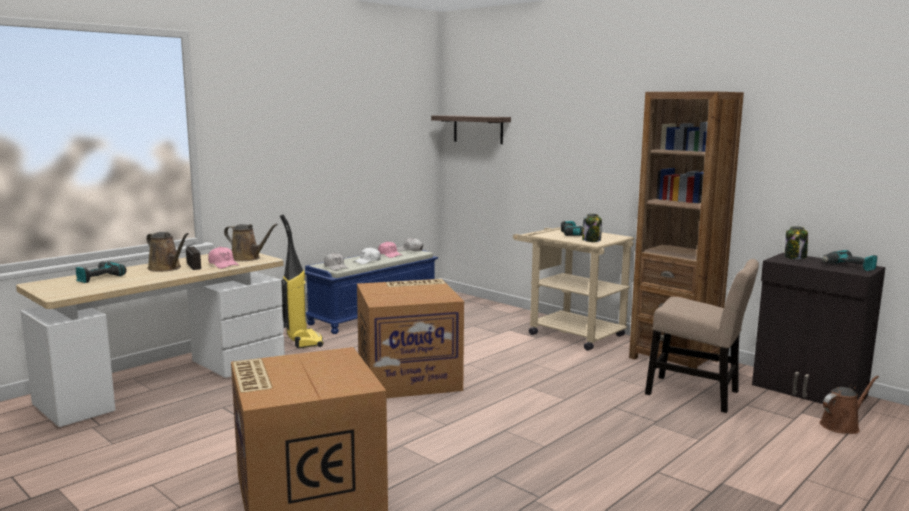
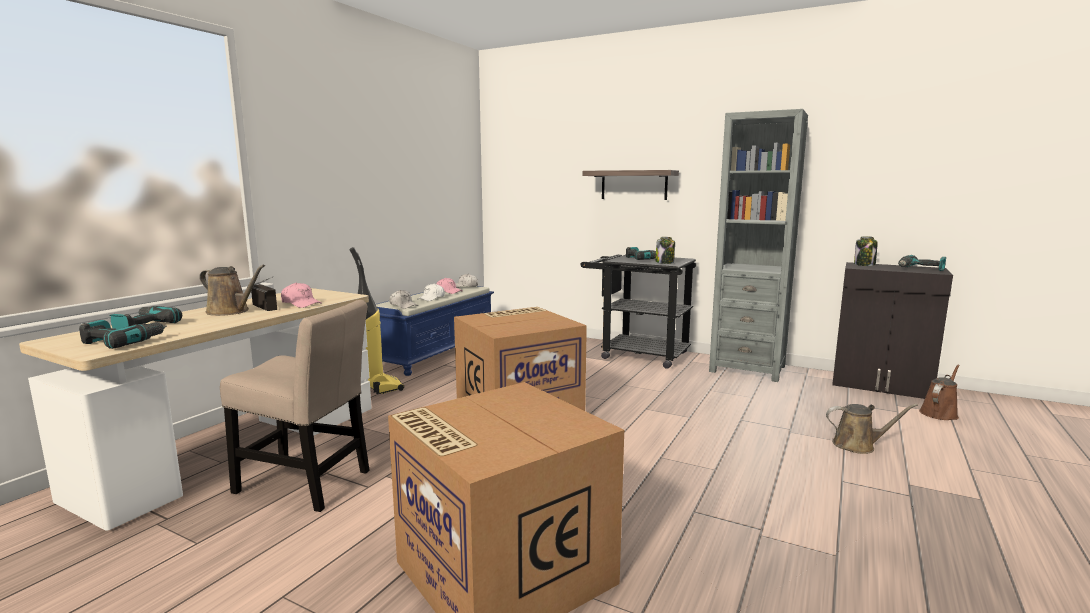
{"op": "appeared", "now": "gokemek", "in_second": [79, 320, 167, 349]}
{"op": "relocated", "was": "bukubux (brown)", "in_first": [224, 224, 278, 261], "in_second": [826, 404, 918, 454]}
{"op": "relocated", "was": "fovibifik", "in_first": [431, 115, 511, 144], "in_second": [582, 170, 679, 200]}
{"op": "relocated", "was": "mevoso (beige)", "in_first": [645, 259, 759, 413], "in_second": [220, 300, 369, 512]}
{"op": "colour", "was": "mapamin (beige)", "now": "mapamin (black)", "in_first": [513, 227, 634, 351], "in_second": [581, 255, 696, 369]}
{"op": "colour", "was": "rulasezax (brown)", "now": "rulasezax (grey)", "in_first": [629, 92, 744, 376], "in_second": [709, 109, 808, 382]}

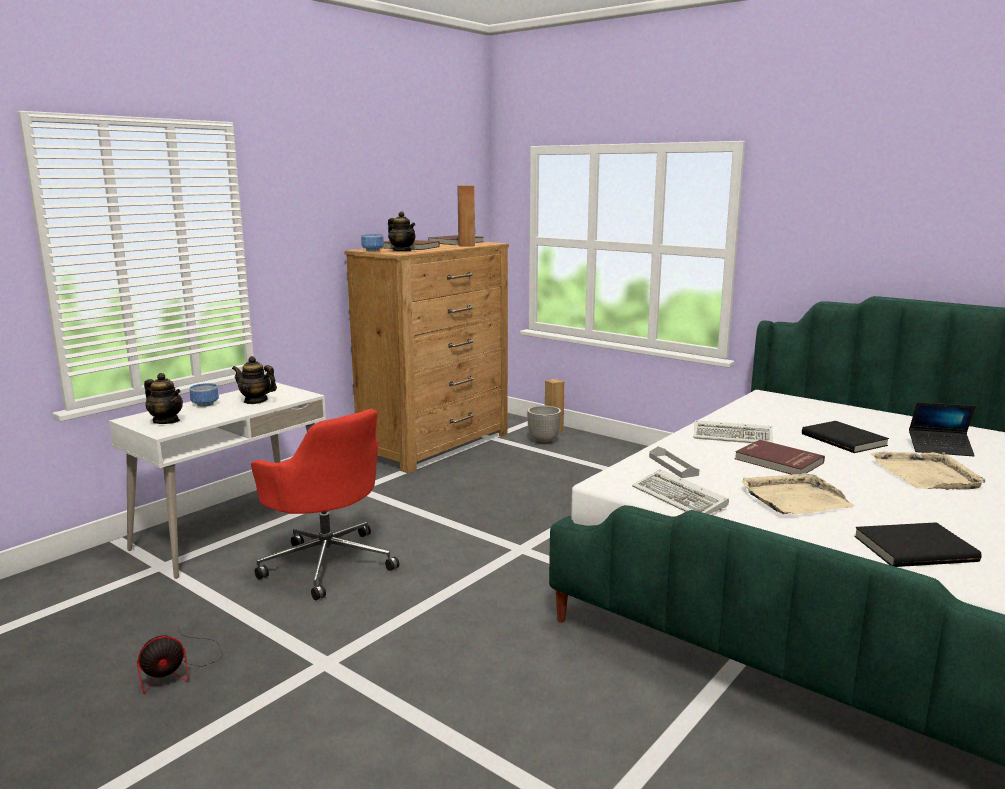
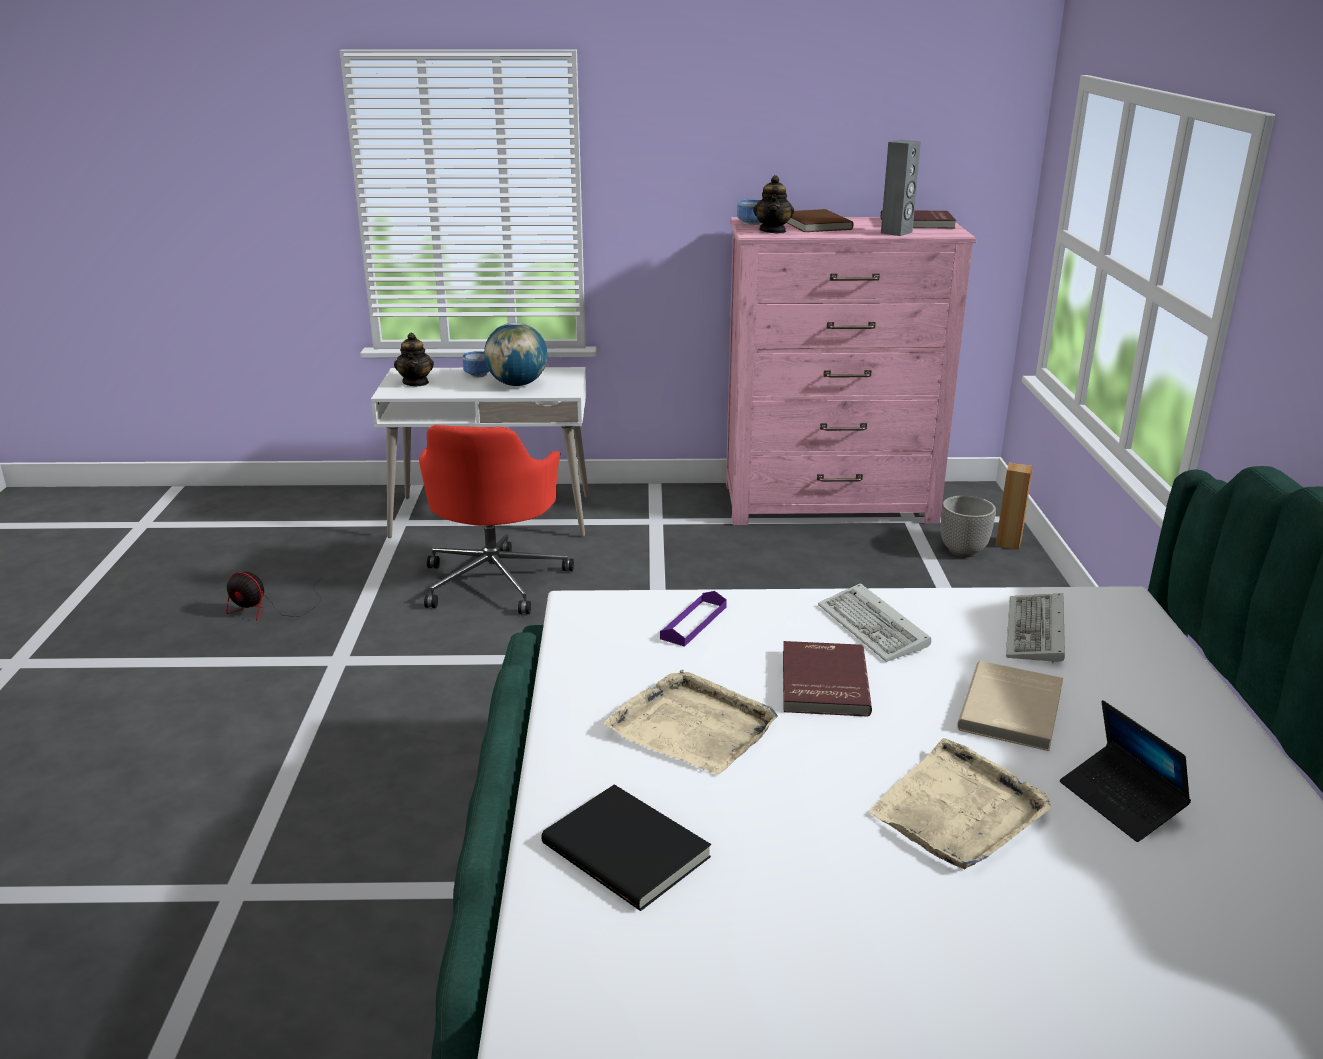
{"op": "relocated", "was": "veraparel", "in_first": [632, 469, 729, 514], "in_second": [1006, 593, 1065, 664]}
{"op": "exchanged", "was": "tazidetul", "now": "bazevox", "in_first": [232, 356, 277, 404], "in_second": [484, 322, 548, 386]}
{"op": "colour", "was": "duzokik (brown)", "now": "duzokik (pink)", "in_first": [344, 242, 509, 474], "in_second": [726, 217, 977, 525]}
{"op": "colour", "was": "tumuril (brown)", "now": "tumuril (grey)", "in_first": [457, 186, 475, 247], "in_second": [881, 140, 921, 236]}
{"op": "colour", "was": "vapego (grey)", "now": "vapego (purple)", "in_first": [649, 446, 699, 478], "in_second": [660, 591, 727, 647]}
{"op": "colour", "was": "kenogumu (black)", "now": "kenogumu (beige)", "in_first": [802, 421, 889, 453], "in_second": [957, 661, 1063, 751]}

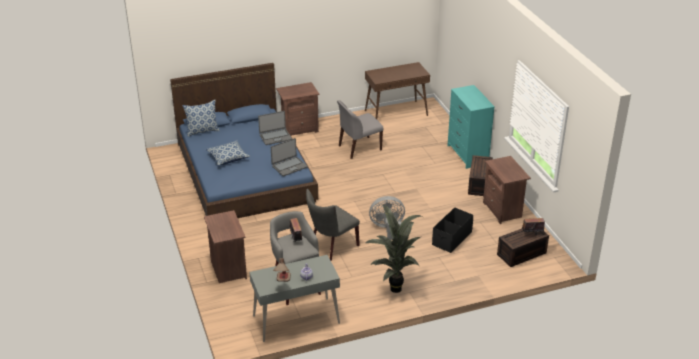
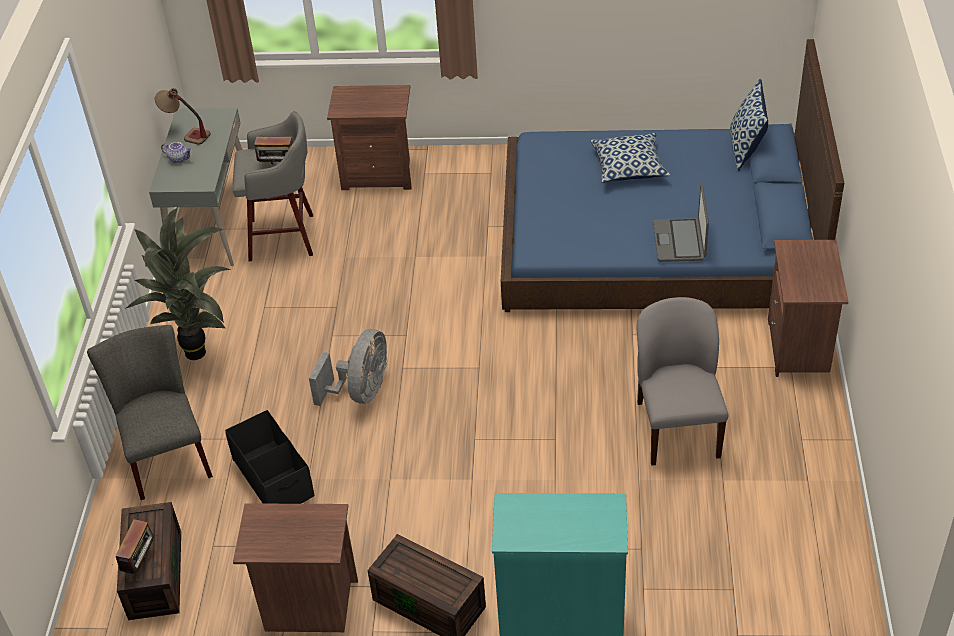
{"op": "missing", "was": "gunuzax", "in_first": [271, 138, 308, 176]}
{"op": "missing", "was": "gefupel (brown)", "in_first": [365, 62, 430, 119]}
{"op": "relocated", "was": "mevoso (grey)", "in_first": [306, 189, 360, 261], "in_second": [87, 325, 213, 500]}

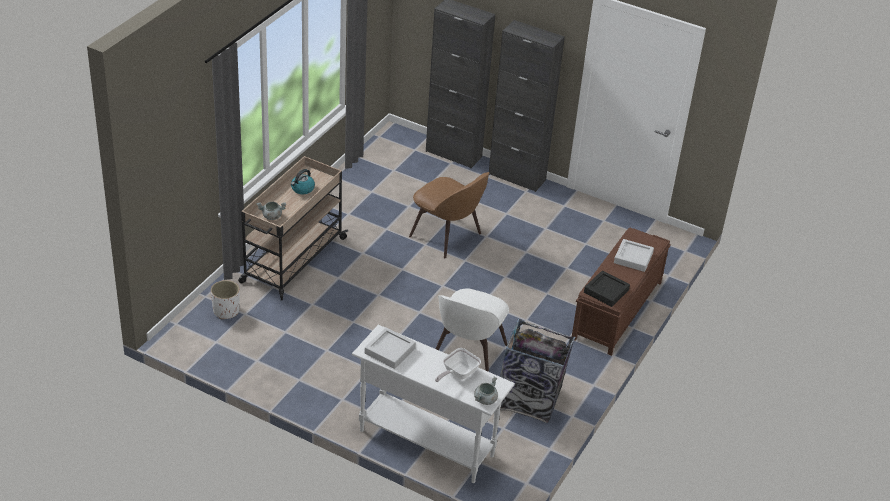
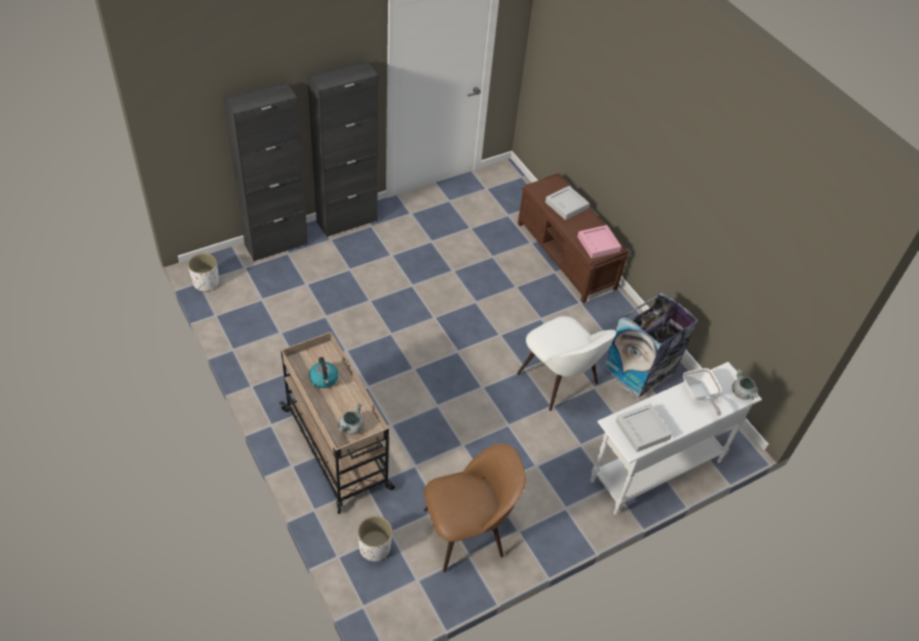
{"op": "appeared", "now": "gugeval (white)", "in_second": [188, 253, 219, 292]}
{"op": "relocated", "was": "mevoso (brown)", "in_first": [409, 172, 490, 258], "in_second": [424, 444, 526, 572]}
{"op": "colour", "was": "vapego (black)", "now": "vapego (pink)", "in_first": [584, 271, 630, 307], "in_second": [577, 225, 621, 259]}

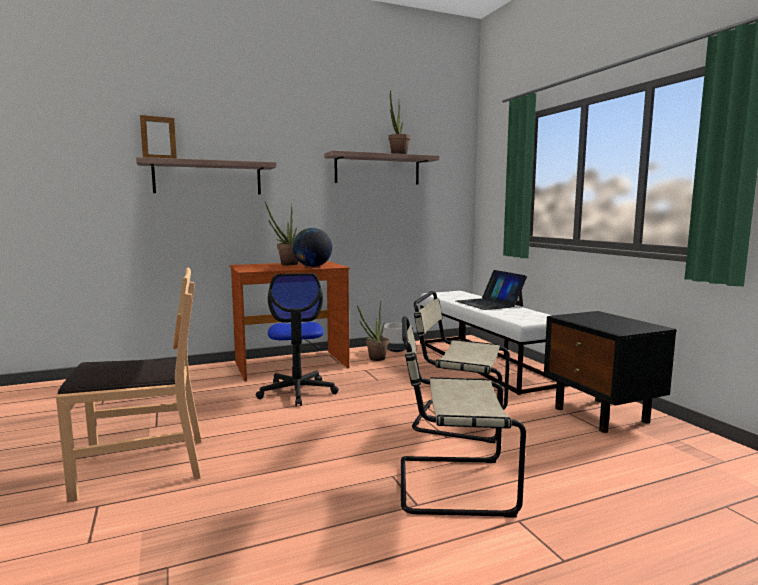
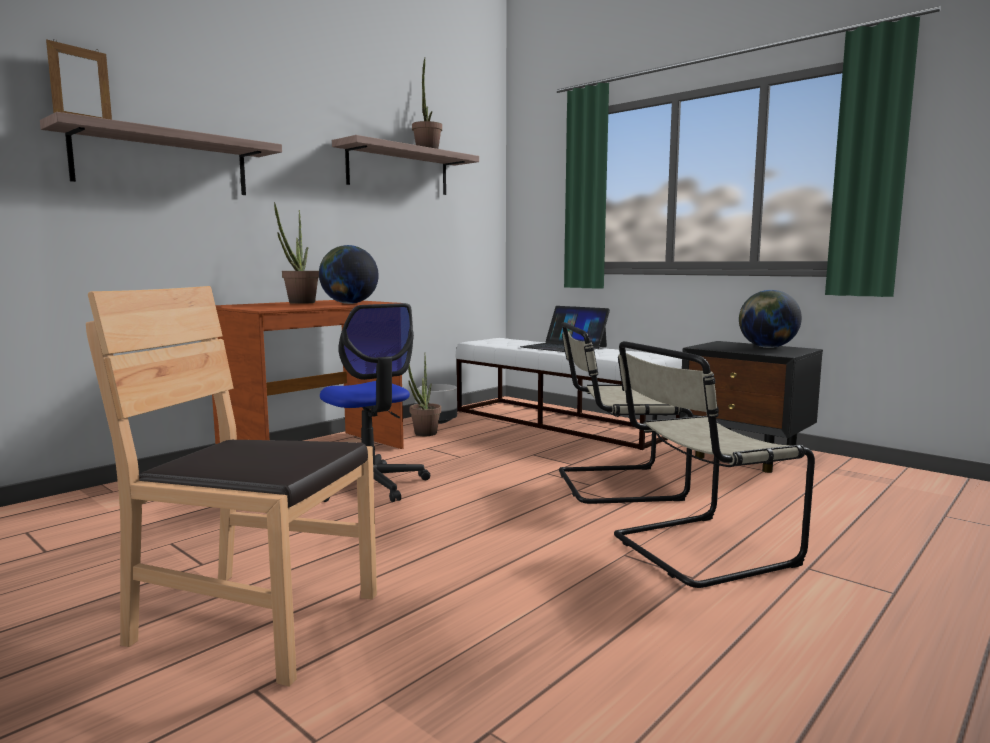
{"op": "appeared", "now": "bazevox", "in_second": [739, 290, 802, 348]}
{"op": "spun", "was": "mevoso (brown)", "in_first": [56, 268, 202, 503], "in_second": [86, 286, 377, 687], "clockwise": -120}

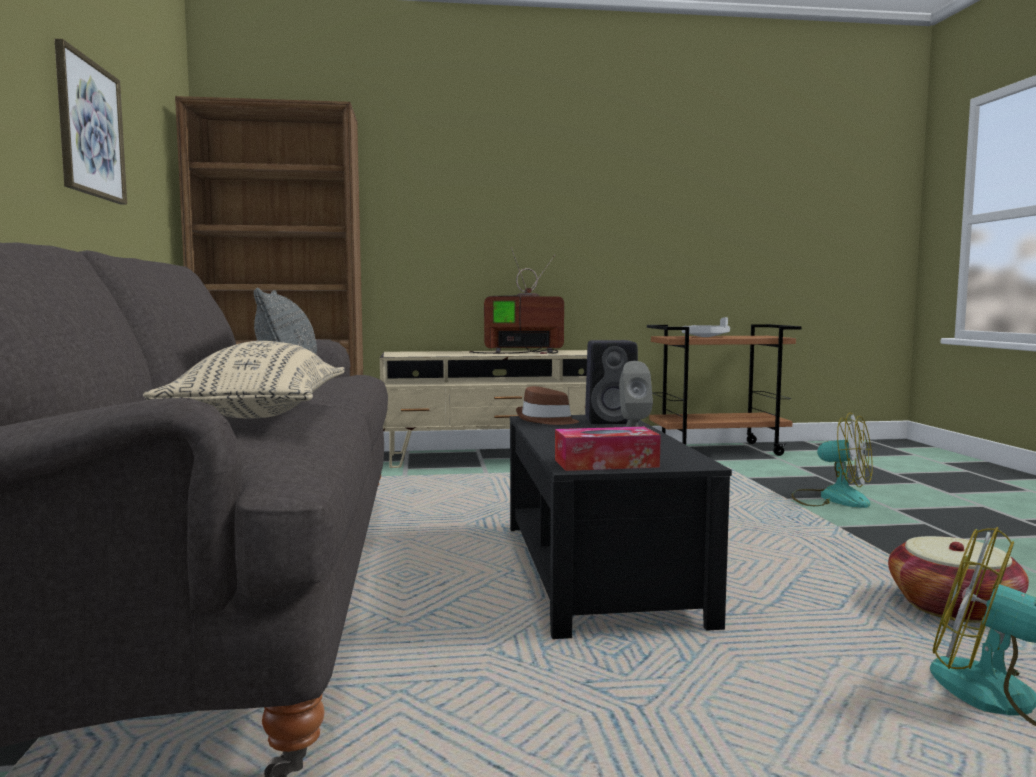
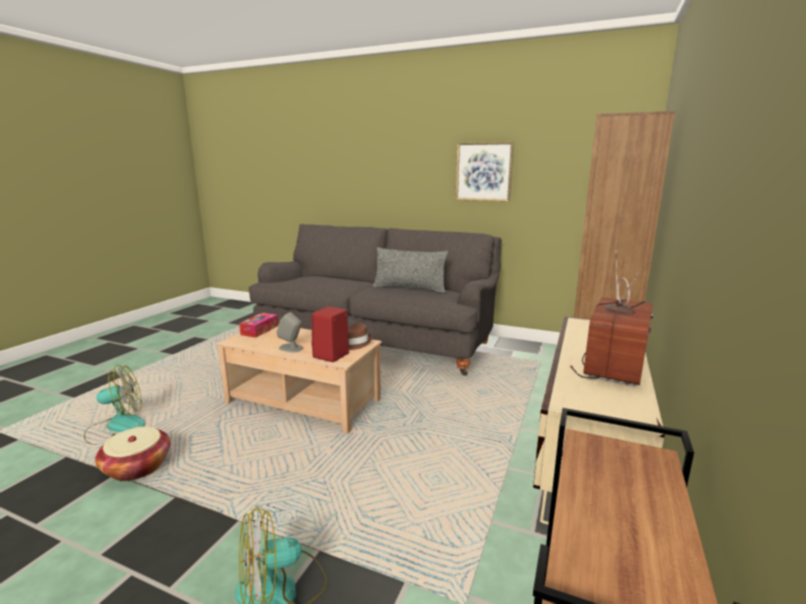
{"op": "missing", "was": "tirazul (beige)", "in_first": [143, 341, 345, 418]}
{"op": "missing", "was": "vapego (grey)", "in_first": [682, 317, 730, 337]}
{"op": "colour", "was": "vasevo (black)", "now": "vasevo (beige)", "in_first": [510, 415, 732, 639], "in_second": [217, 325, 382, 434]}
{"op": "colour", "was": "tumuril (black)", "now": "tumuril (red)", "in_first": [585, 340, 638, 424], "in_second": [311, 306, 349, 362]}

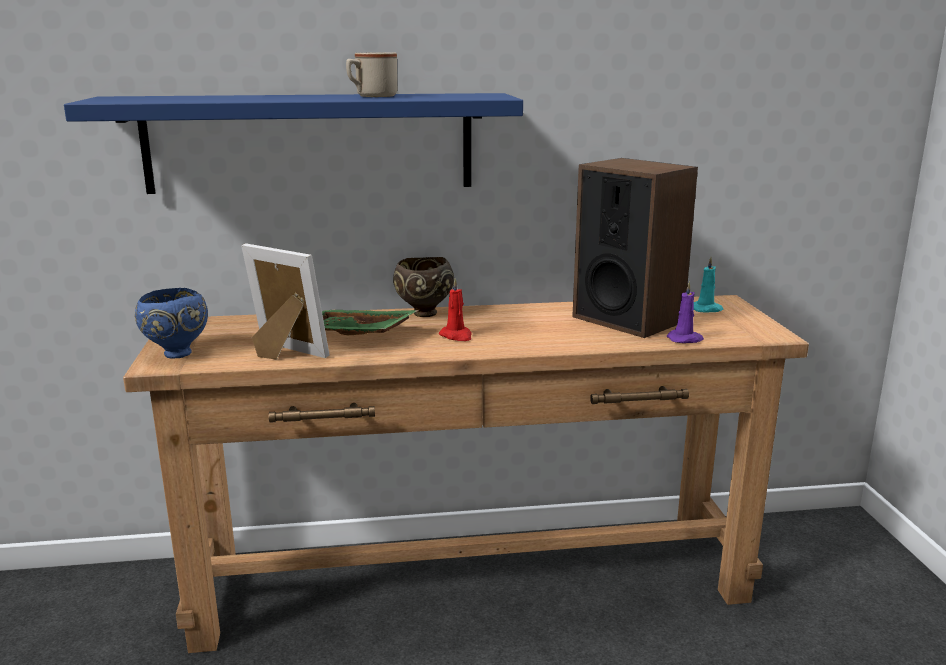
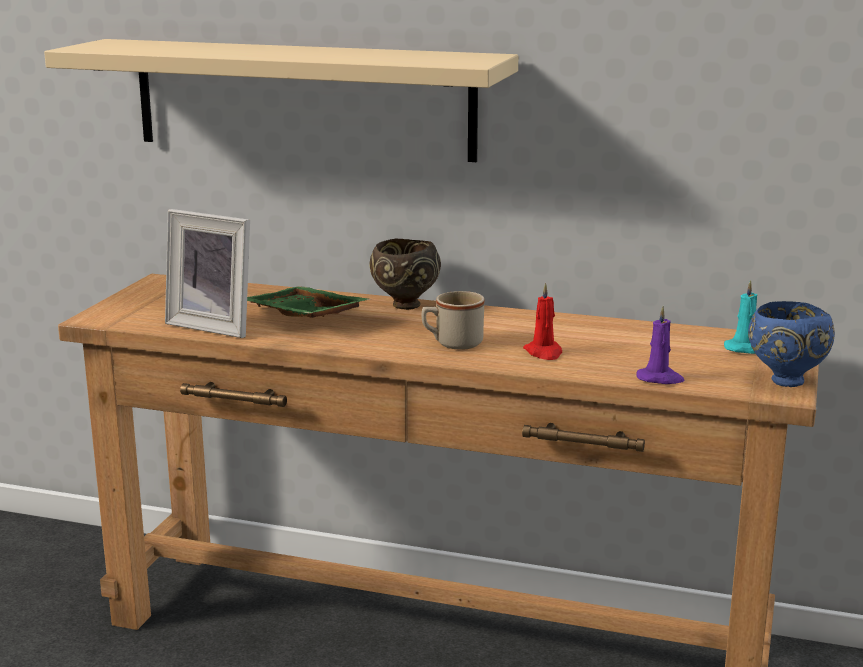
{"op": "missing", "was": "tumuril", "in_first": [572, 158, 698, 338]}
{"op": "relocated", "was": "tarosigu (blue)", "in_first": [135, 288, 208, 359], "in_second": [748, 301, 835, 387]}
{"op": "relocated", "was": "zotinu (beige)", "in_first": [346, 52, 397, 97], "in_second": [422, 291, 484, 350]}
{"op": "relocated", "was": "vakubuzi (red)", "in_first": [439, 278, 472, 341], "in_second": [523, 283, 562, 360]}
{"op": "colour", "was": "fovibifik (blue)", "now": "fovibifik (beige)", "in_first": [64, 93, 523, 194], "in_second": [44, 39, 518, 162]}
{"op": "spun", "was": "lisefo", "in_first": [241, 243, 329, 360], "in_second": [165, 209, 250, 338], "clockwise": 150}

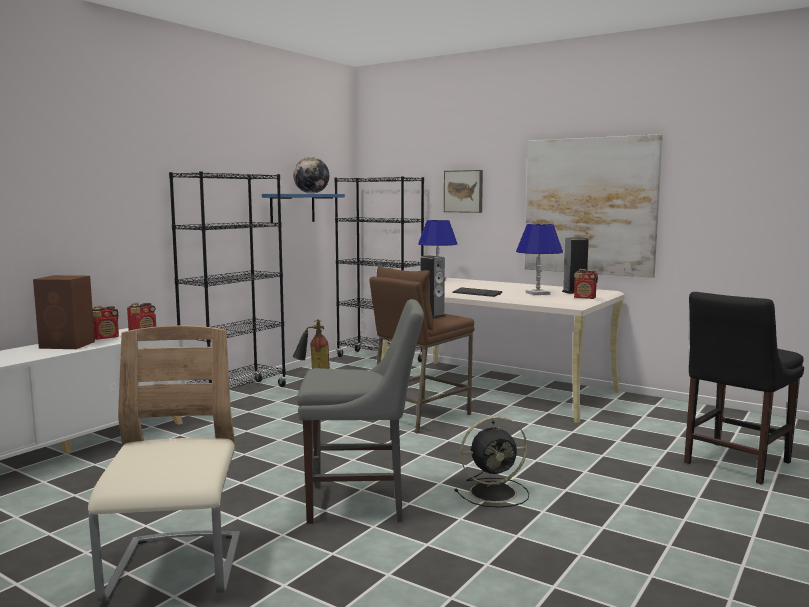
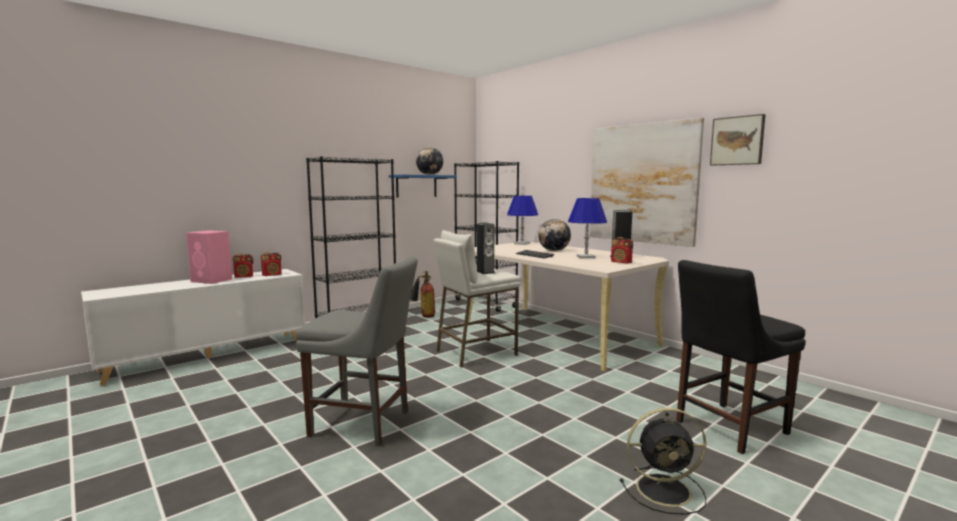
{"op": "missing", "was": "mevoso (beige)", "in_first": [88, 325, 240, 601]}
{"op": "appeared", "now": "bazevox", "in_second": [538, 219, 571, 251]}
{"op": "relocated", "was": "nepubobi", "in_first": [444, 170, 483, 213], "in_second": [710, 114, 766, 166]}
{"op": "relocated", "was": "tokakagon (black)", "in_first": [454, 416, 529, 507], "in_second": [620, 408, 707, 515]}
{"op": "colour", "was": "tumuril (brown)", "now": "tumuril (pink)", "in_first": [33, 275, 95, 349], "in_second": [186, 230, 232, 284]}
{"op": "colour", "was": "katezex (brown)", "now": "katezex (white)", "in_first": [369, 266, 474, 434], "in_second": [433, 230, 520, 367]}

